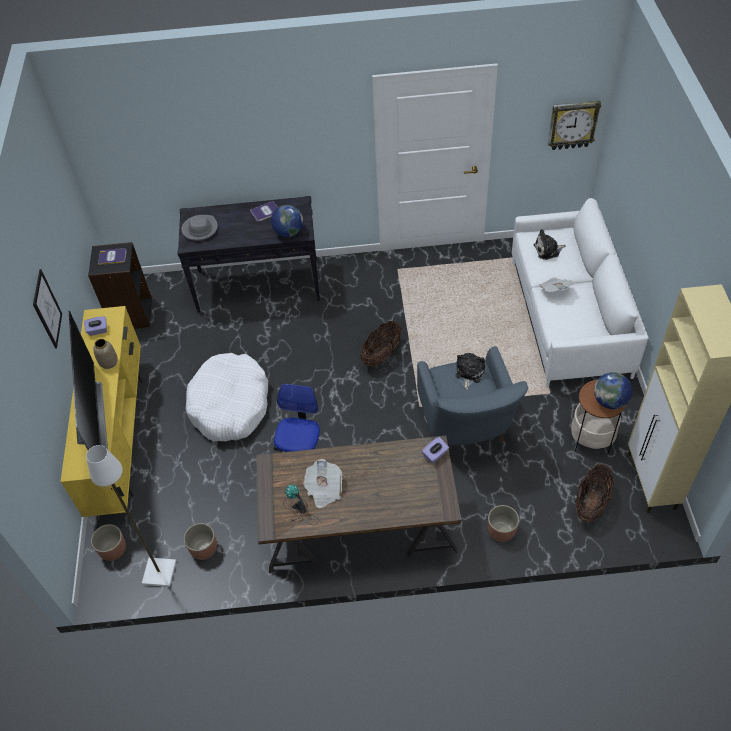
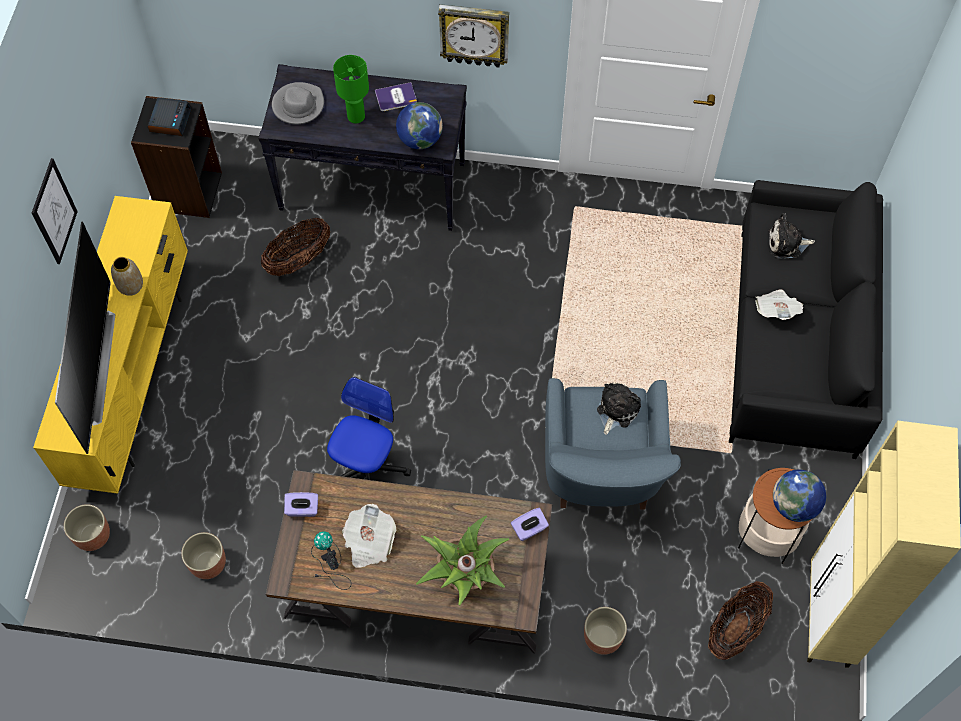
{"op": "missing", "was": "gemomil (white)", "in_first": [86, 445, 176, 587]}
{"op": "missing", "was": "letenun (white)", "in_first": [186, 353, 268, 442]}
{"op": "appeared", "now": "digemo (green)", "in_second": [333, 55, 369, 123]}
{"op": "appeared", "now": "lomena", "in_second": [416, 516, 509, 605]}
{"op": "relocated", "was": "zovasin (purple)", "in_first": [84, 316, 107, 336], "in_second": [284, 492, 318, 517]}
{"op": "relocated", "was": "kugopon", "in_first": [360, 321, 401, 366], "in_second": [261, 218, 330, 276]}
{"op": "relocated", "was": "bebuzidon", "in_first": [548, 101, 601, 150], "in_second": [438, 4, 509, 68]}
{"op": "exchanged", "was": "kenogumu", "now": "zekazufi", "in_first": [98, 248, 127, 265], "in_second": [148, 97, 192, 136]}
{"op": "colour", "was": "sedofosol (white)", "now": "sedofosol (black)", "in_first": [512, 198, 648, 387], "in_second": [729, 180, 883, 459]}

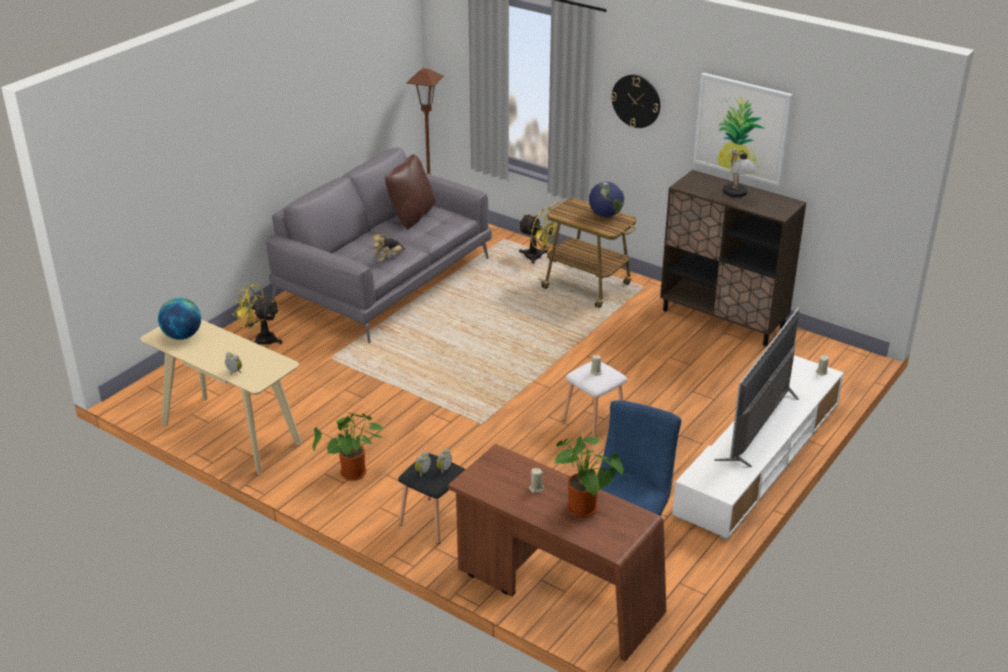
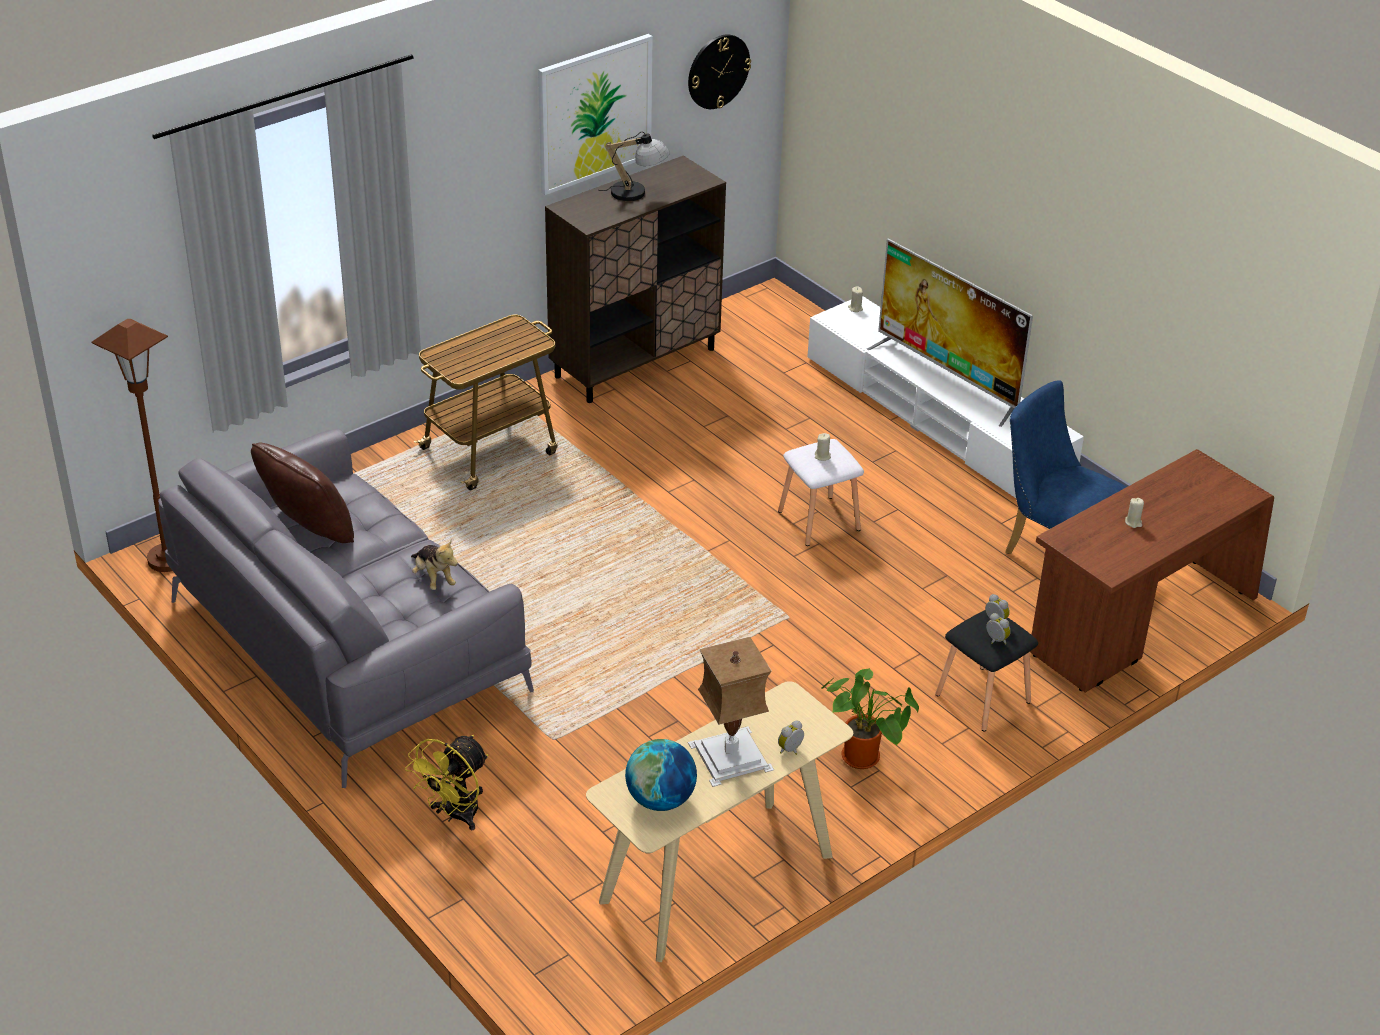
{"op": "missing", "was": "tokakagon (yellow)", "in_first": [518, 208, 557, 264]}
{"op": "missing", "was": "lomena", "in_first": [554, 436, 624, 518]}
{"op": "missing", "was": "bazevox", "in_first": [589, 181, 624, 217]}
{"op": "appeared", "now": "digemo", "in_second": [688, 637, 774, 787]}
{"op": "relocated", "was": "bebuzidon", "in_first": [611, 75, 660, 128], "in_second": [688, 34, 751, 109]}

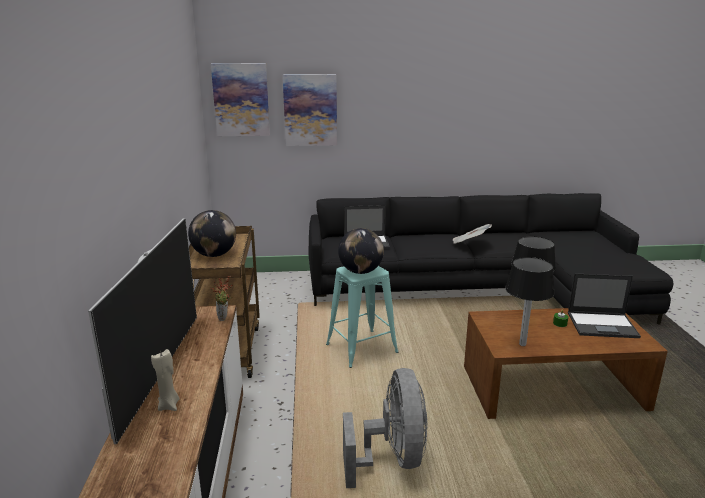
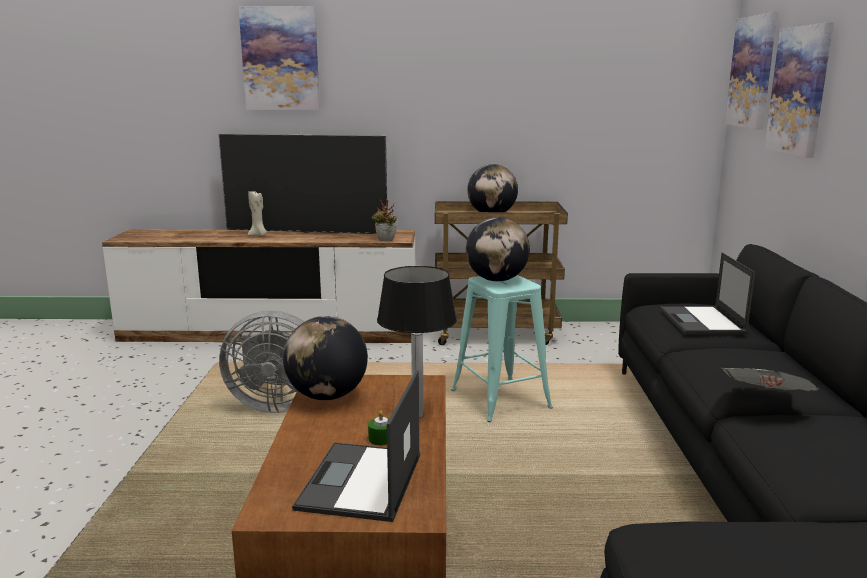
{"op": "appeared", "now": "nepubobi", "in_second": [238, 6, 320, 110]}
{"op": "exchanged", "was": "digemo", "now": "bazevox", "in_first": [505, 257, 555, 346], "in_second": [283, 316, 368, 400]}

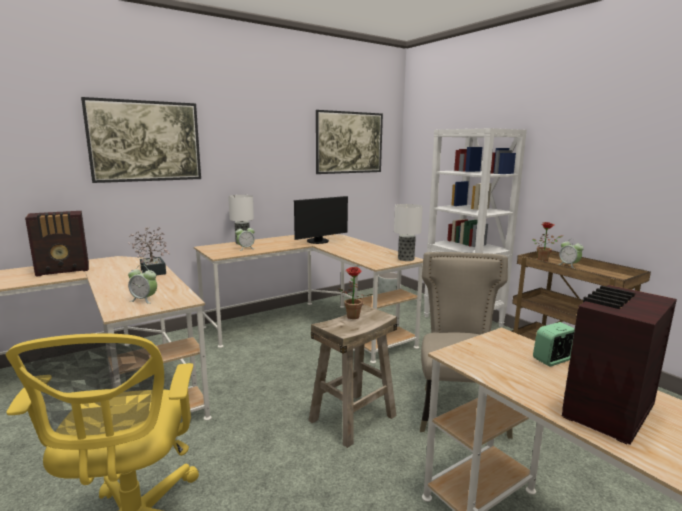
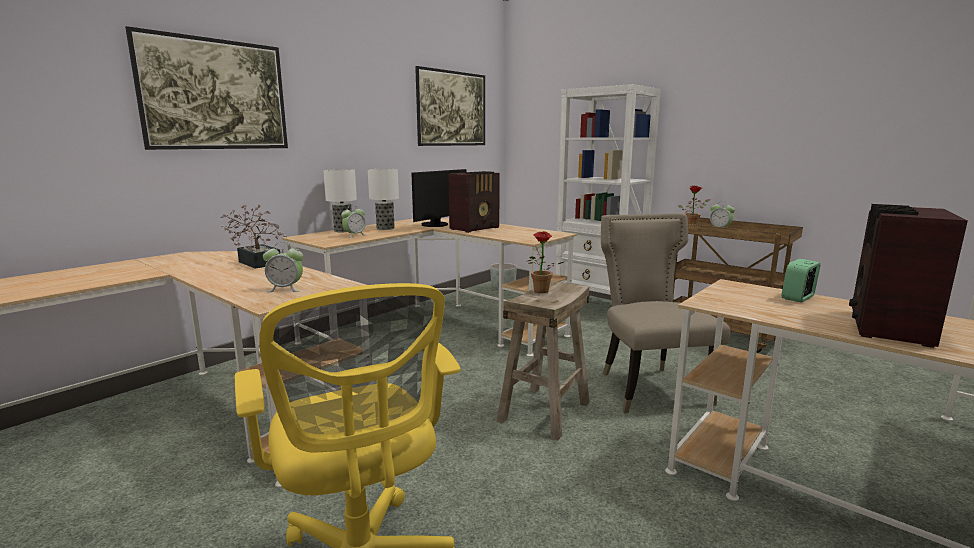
{"op": "relocated", "was": "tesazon", "in_first": [25, 211, 89, 277], "in_second": [449, 171, 500, 233]}
{"op": "relocated", "was": "digemo", "in_first": [394, 204, 423, 261], "in_second": [368, 169, 399, 230]}

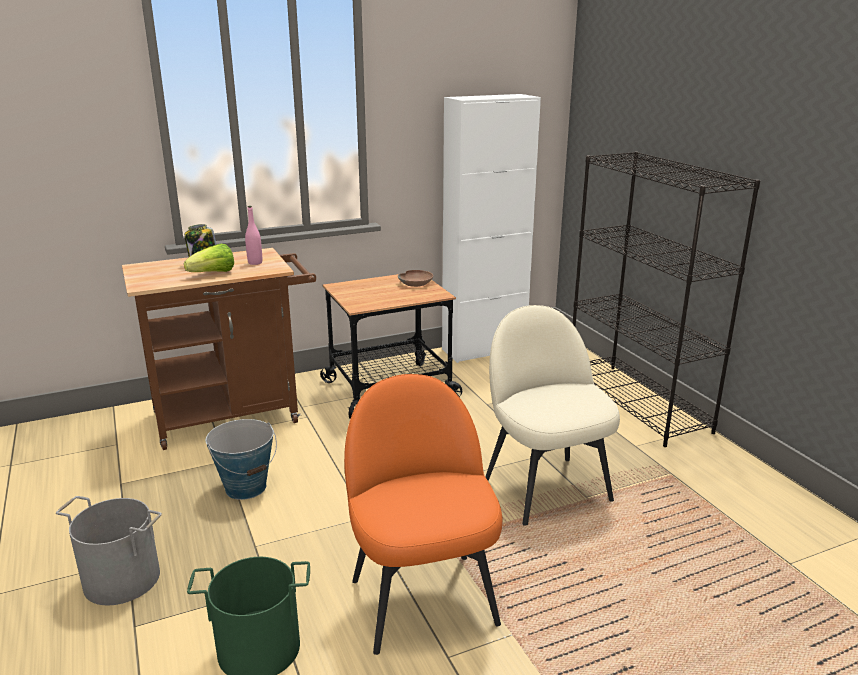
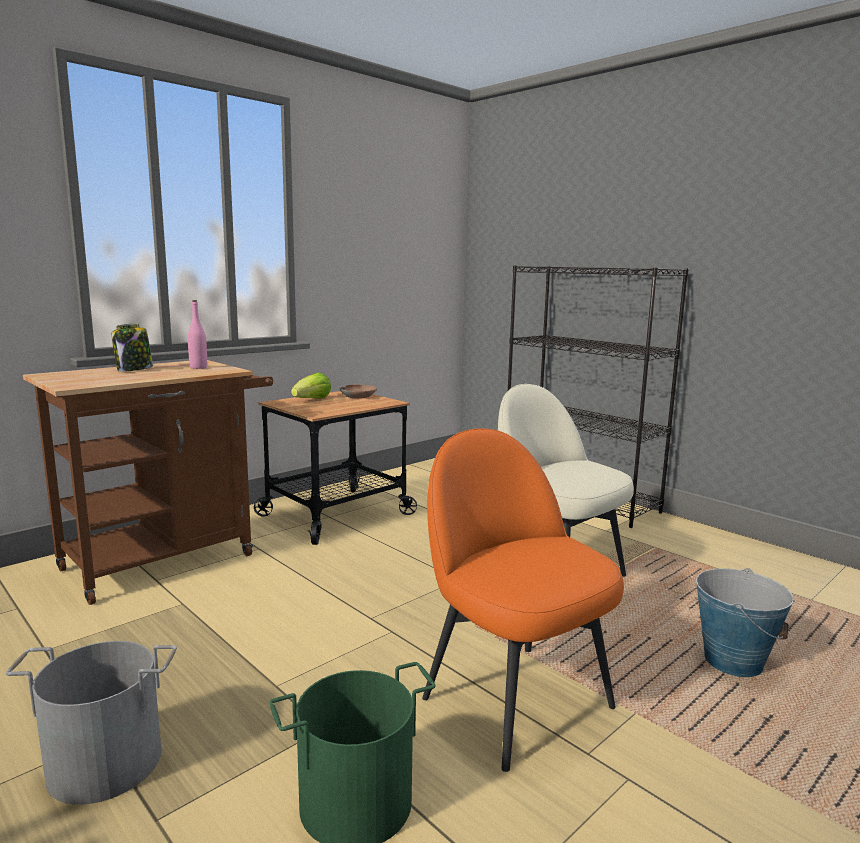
{"op": "missing", "was": "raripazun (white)", "in_first": [442, 94, 541, 363]}
{"op": "relocated", "was": "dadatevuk", "in_first": [184, 244, 234, 272], "in_second": [291, 372, 331, 399]}
{"op": "relocated", "was": "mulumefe", "in_first": [206, 419, 277, 500], "in_second": [696, 568, 794, 677]}

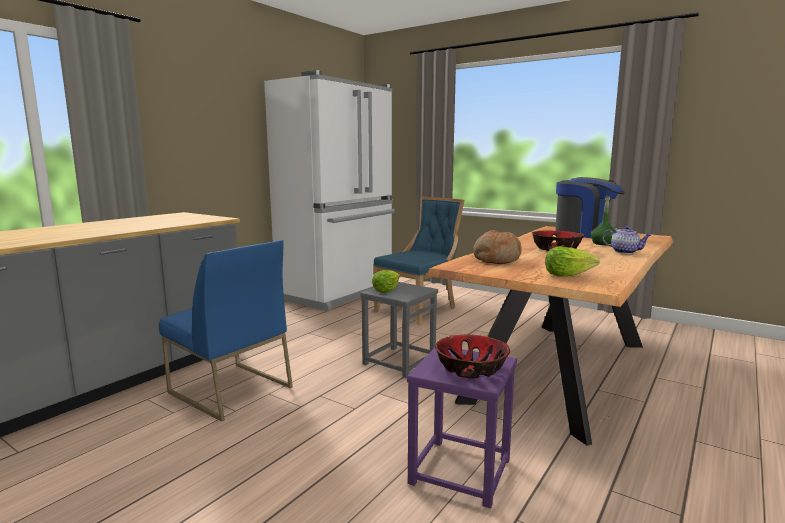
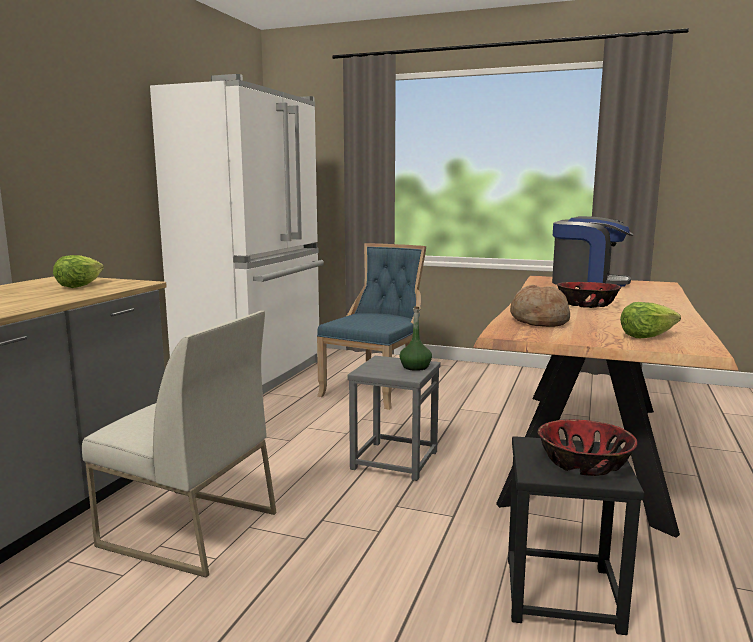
{"op": "missing", "was": "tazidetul", "in_first": [602, 226, 651, 254]}
{"op": "relocated", "was": "dadatevuk", "in_first": [372, 270, 400, 293], "in_second": [53, 255, 104, 288]}
{"op": "relocated", "was": "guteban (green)", "in_first": [591, 195, 617, 245], "in_second": [399, 306, 432, 371]}
{"op": "colour", "was": "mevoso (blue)", "now": "mevoso (white)", "in_first": [159, 240, 293, 422], "in_second": [82, 311, 277, 578]}
{"op": "colour", "was": "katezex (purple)", "now": "katezex (black)", "in_first": [406, 348, 517, 508], "in_second": [508, 436, 644, 635]}

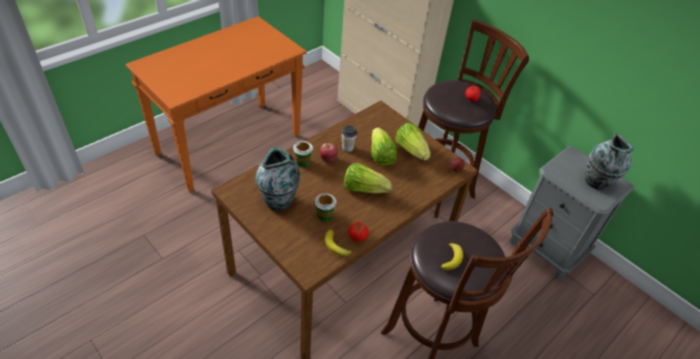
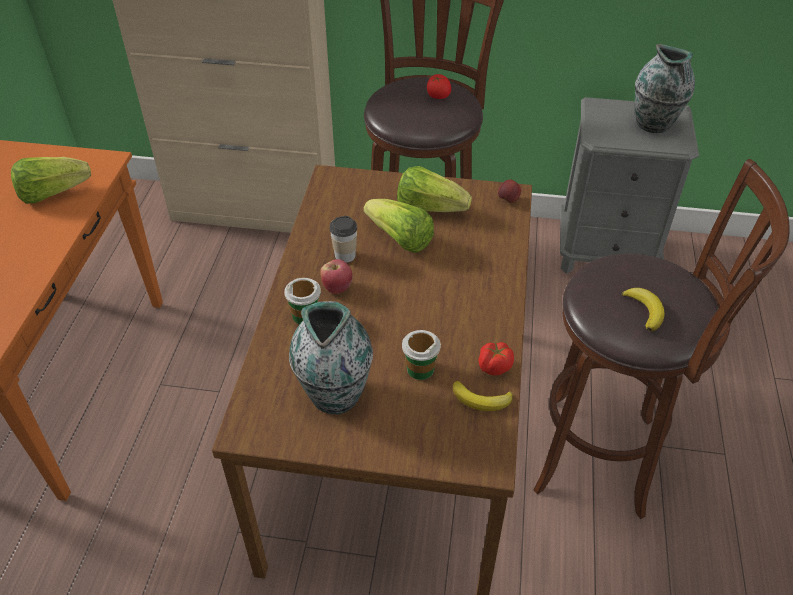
{"op": "relocated", "was": "dadatevuk", "in_first": [344, 163, 392, 193], "in_second": [11, 157, 91, 204]}

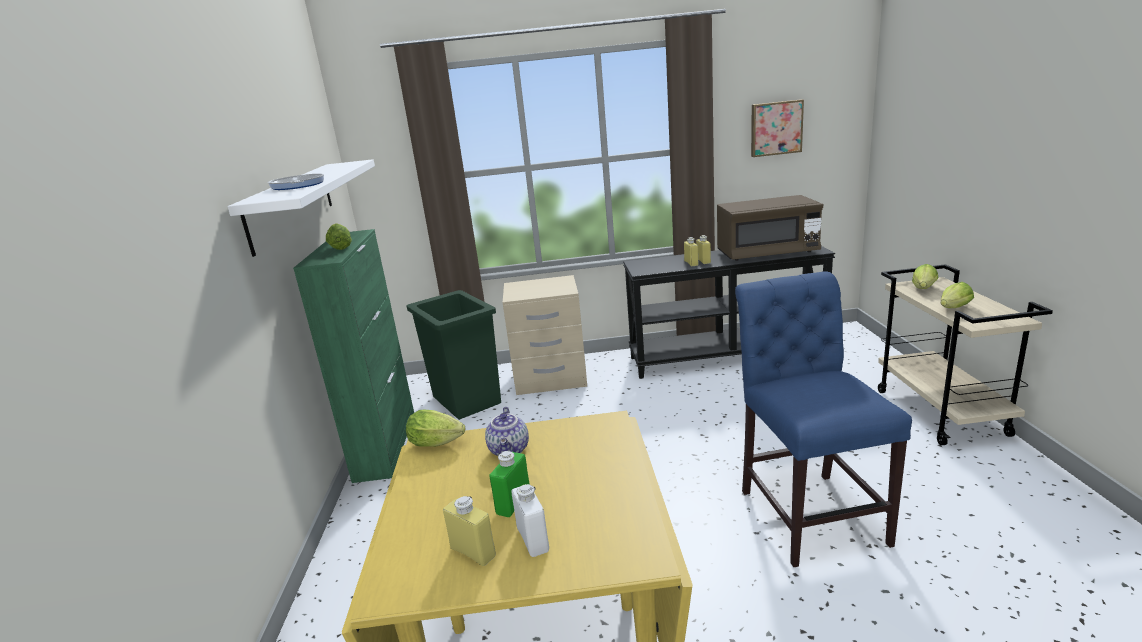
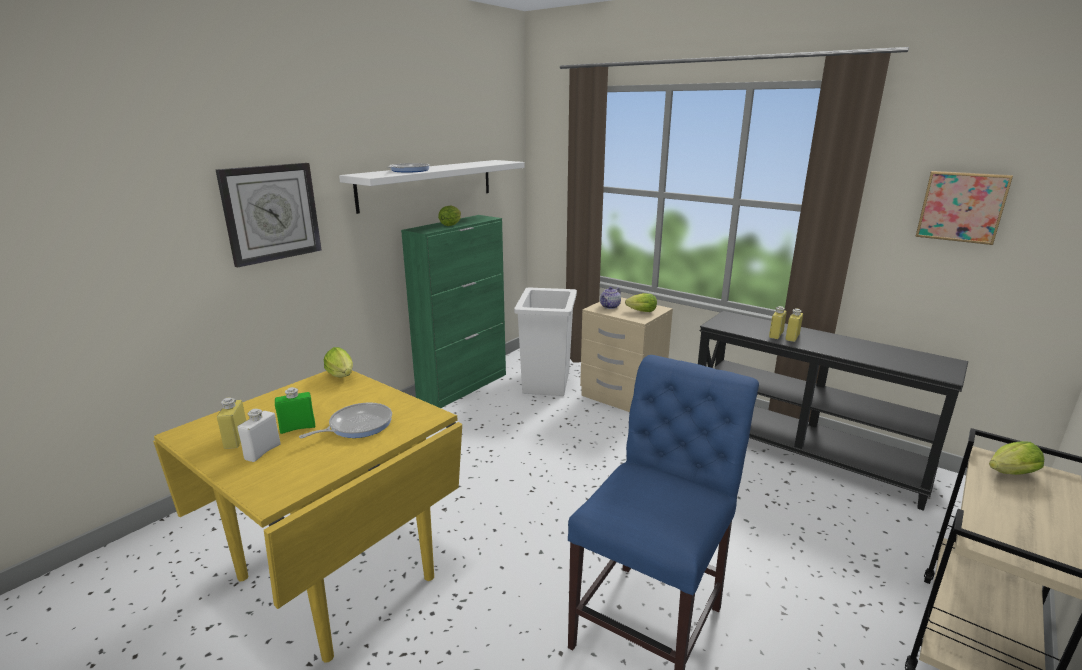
{"op": "missing", "was": "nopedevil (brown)", "in_first": [717, 195, 823, 261]}
{"op": "appeared", "now": "bebuzidon", "in_second": [216, 163, 322, 268]}
{"op": "appeared", "now": "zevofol", "in_second": [299, 403, 392, 438]}
{"op": "relocated", "was": "tazidetul", "in_first": [485, 407, 529, 456], "in_second": [600, 287, 621, 309]}
{"op": "relocated", "was": "dadatevuk", "in_first": [941, 282, 974, 308], "in_second": [625, 293, 657, 312]}
{"op": "colour", "was": "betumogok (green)", "now": "betumogok (white)", "in_first": [406, 290, 501, 420], "in_second": [514, 287, 577, 396]}

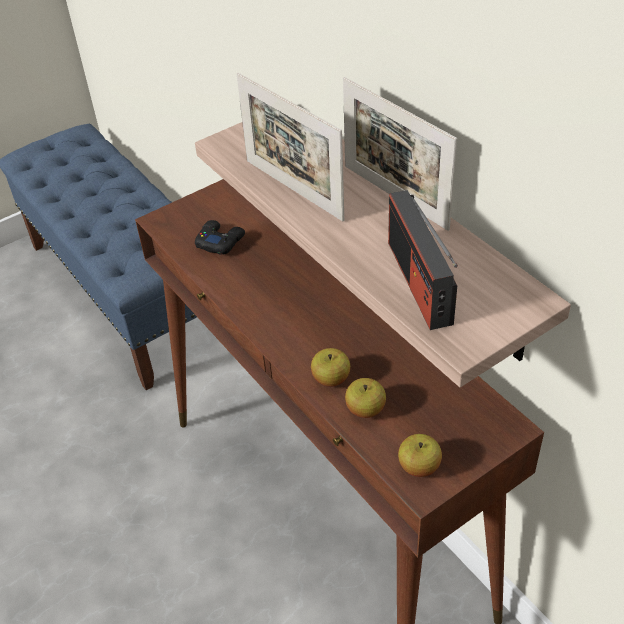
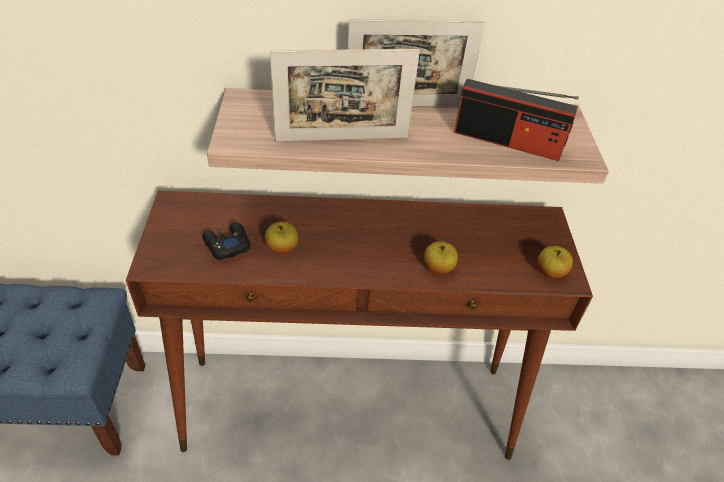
{"op": "relocated", "was": "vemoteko", "in_first": [345, 378, 386, 418], "in_second": [265, 222, 298, 254]}

